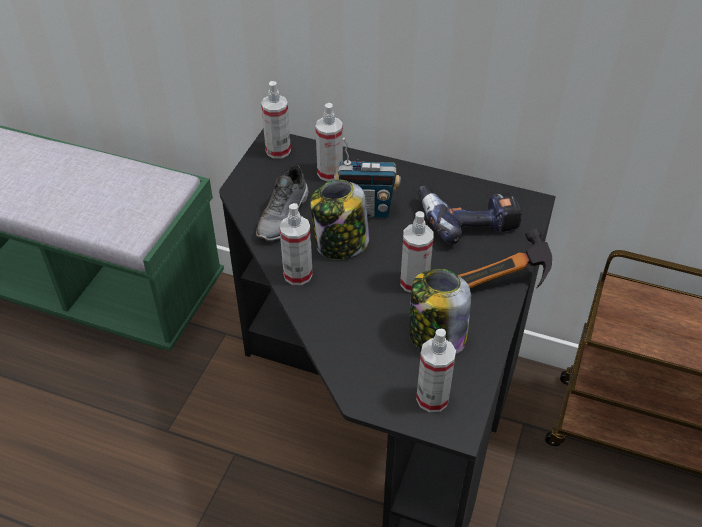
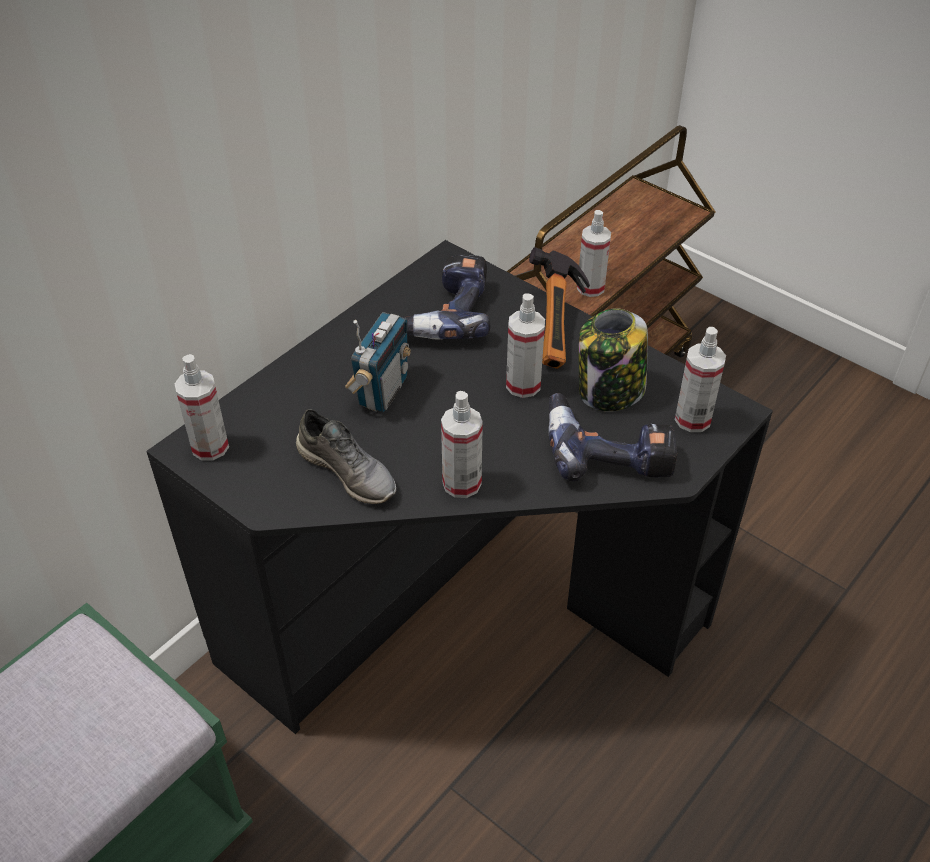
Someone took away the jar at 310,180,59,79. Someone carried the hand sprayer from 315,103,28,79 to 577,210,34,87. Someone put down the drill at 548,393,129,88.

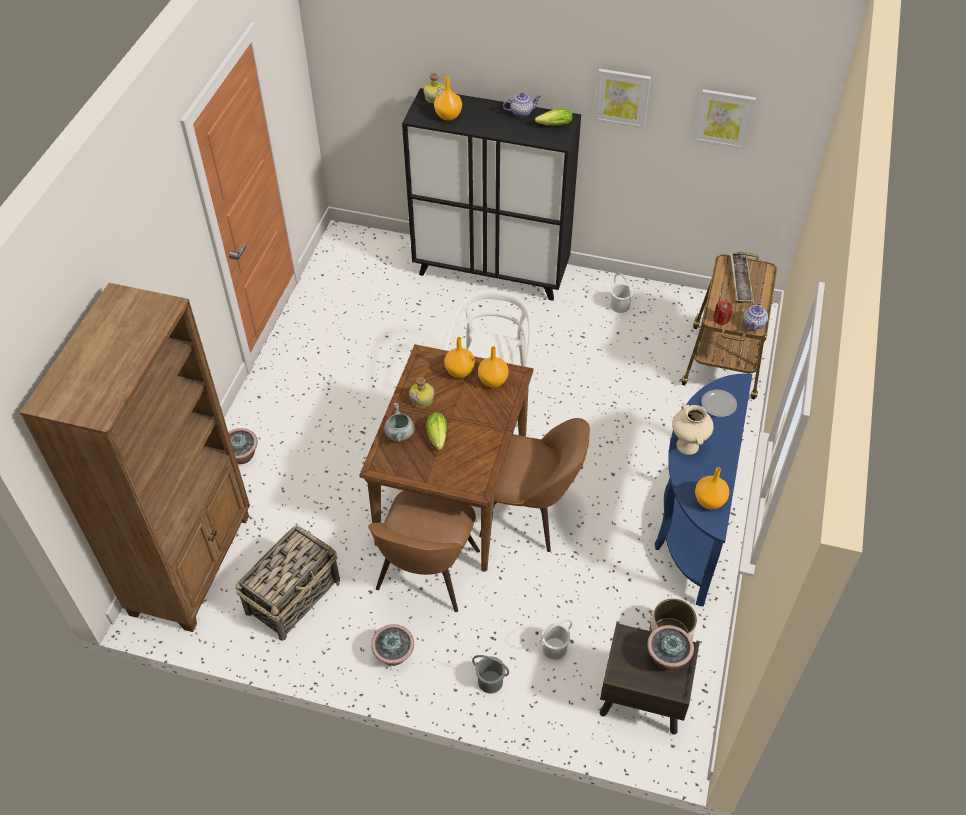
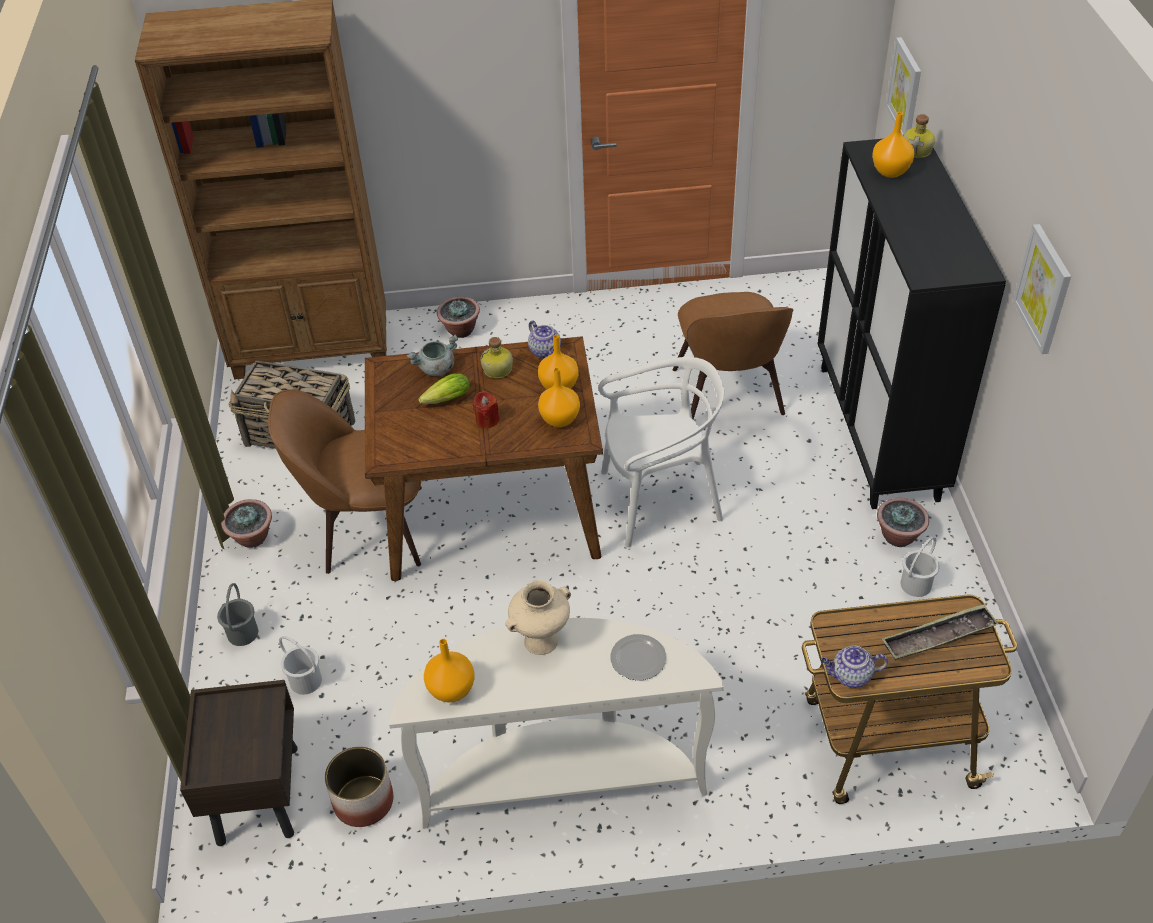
Someone carried the plain chair (brownish) from 479,418,111,134 to 673,292,120,127. Someone carried the teapot from 503,93,38,24 to 528,320,33,38. Someone took away the lettuce at 535,108,38,17. Someone carried the houseplant from 647,625,47,45 to 877,498,52,49. Someone repainted the hall table (bluish) at 655,373,97,234, which became the hall table (white-coloured) at 389,618,335,211. Someone carried the picture from 694,89,62,60 to 886,37,35,98. Someone carried the wax candle (red) from 713,300,20,25 to 473,391,27,37.

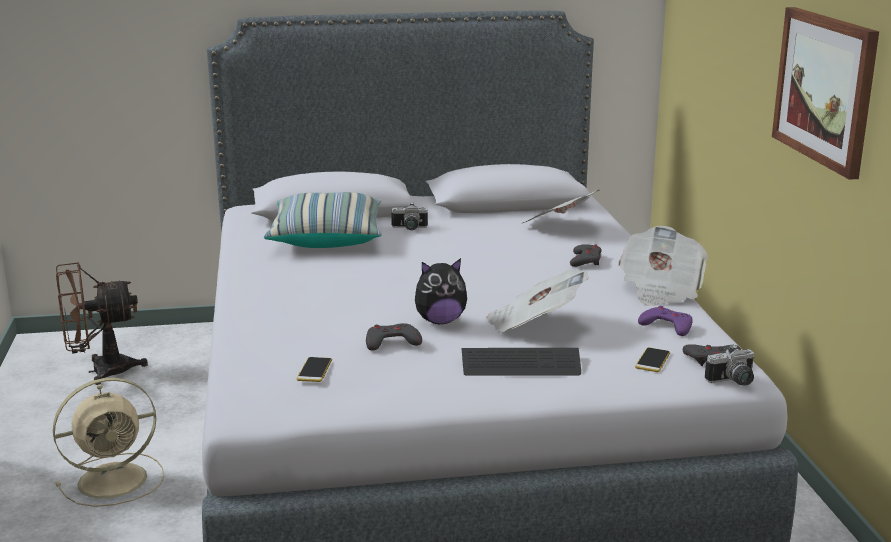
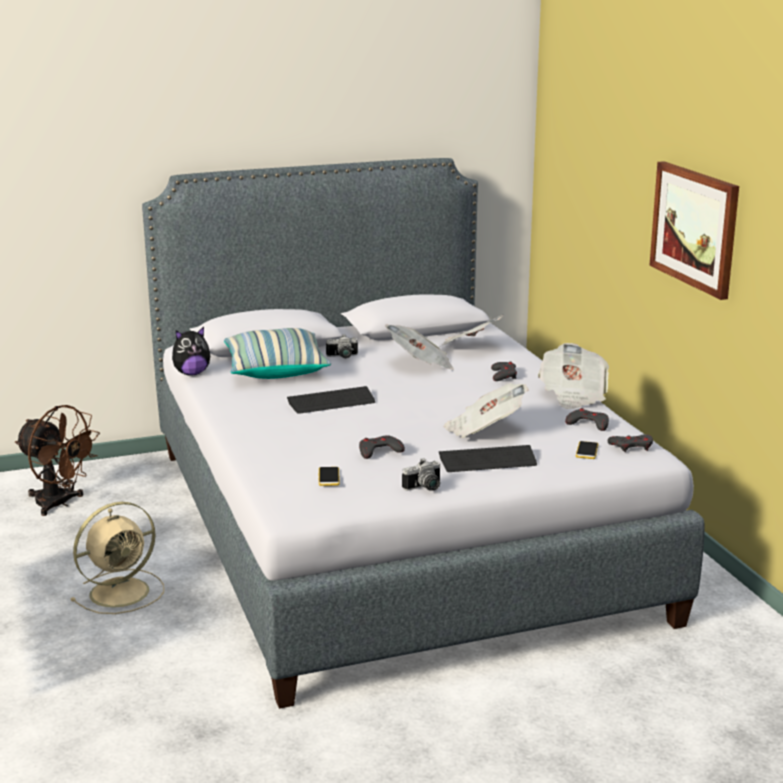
Someone rotated the cooling fan (brownish) at 56,262,92,123 by 120 degrees counterclockwise. Someone carried the cuddly toy from 415,258,52,66 to 172,327,38,49. Someone repainted the gamepad (purple) at 638,306,55,30, which became the gamepad (grey) at 565,408,44,23. Someone carried the still camera from 705,344,49,42 to 402,458,39,33. Someone put down the computer keyboard at 287,386,88,28. Someone put down the printed paper at 385,324,69,46.

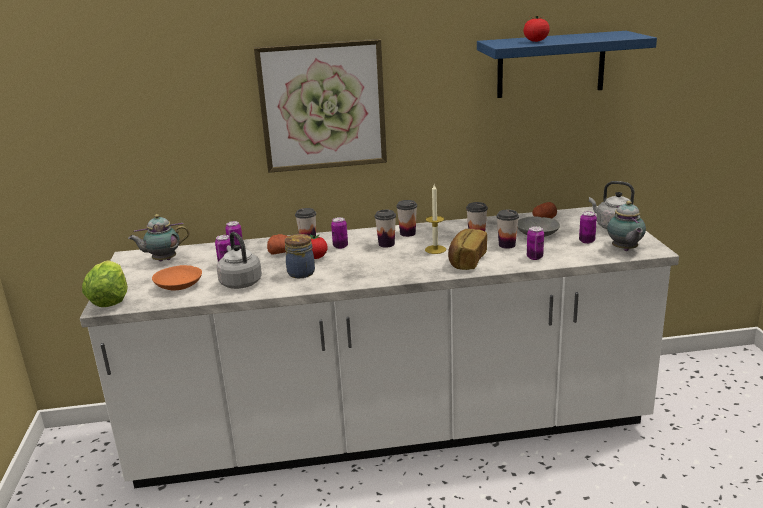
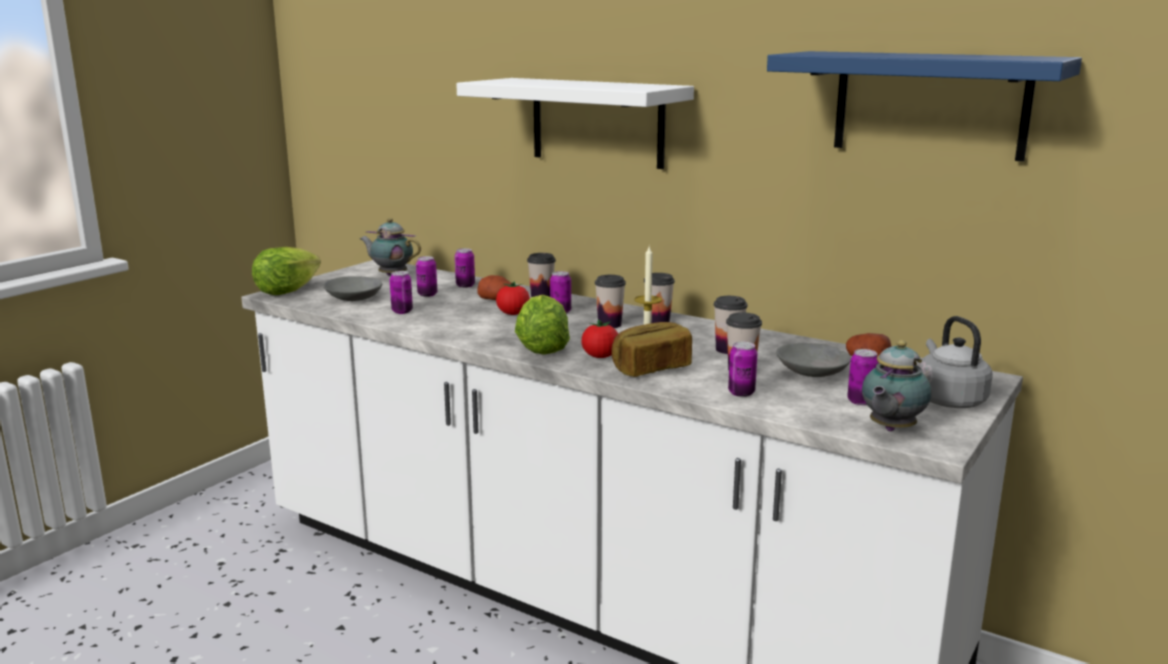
Someone repainted the bowl (orange-coloured) at 152,265,50,25, which became the bowl (grey) at 323,276,59,25. Someone swapped the tea kettle (grey) at 217,232,45,57 for the sealed can at 390,271,23,43. Someone swapped the picture at 254,39,133,134 for the bracket shelf (white-coloured) at 456,78,238,91. Someone took away the jar at 285,234,30,44. Someone carried the fresh tomato from 524,16,26,26 to 581,320,37,38. Someone put down the lettuce at 515,295,55,60.

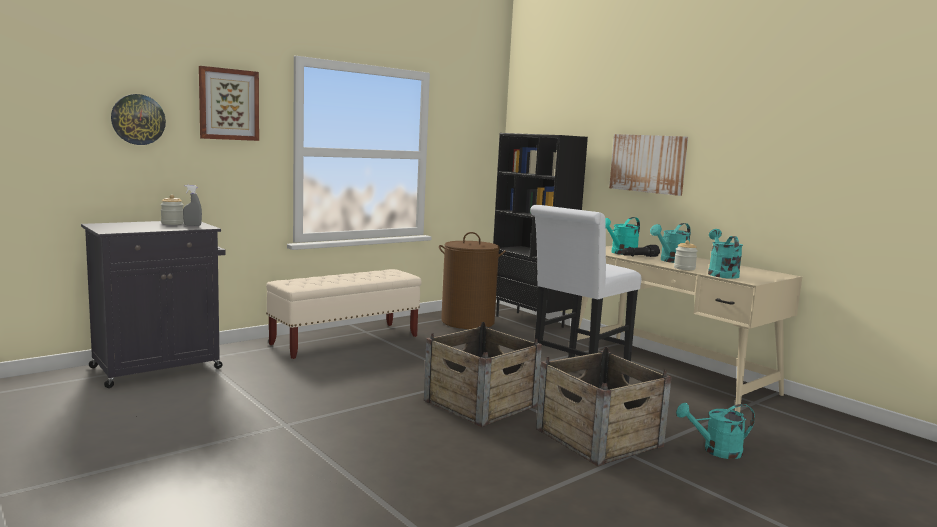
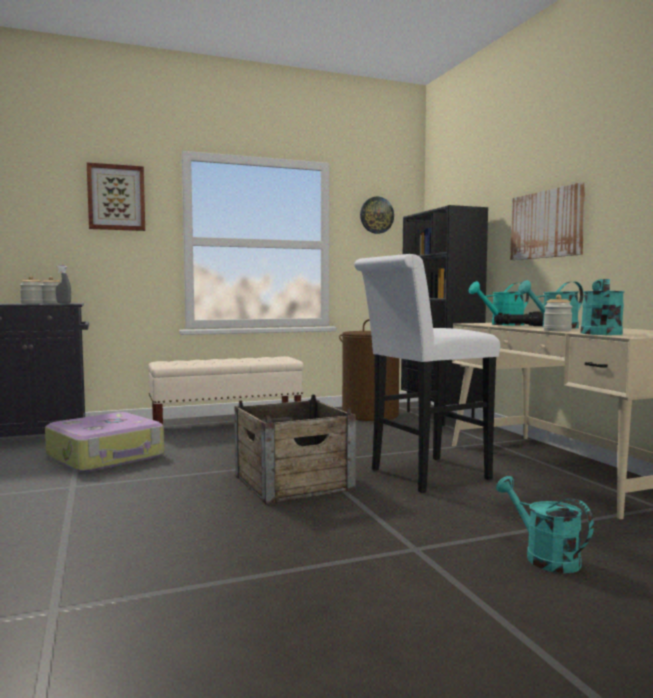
Someone carried the hanging clock from 111,94,55,51 to 360,197,34,37. Someone took away the crate at 536,347,136,119. Someone rotated the watering pot (turquoise-coloured) at 676,403,79,56 by 45 degrees clockwise. Someone put down the jar at 20,276,23,28. Someone put down the suitcase at 45,412,119,60.

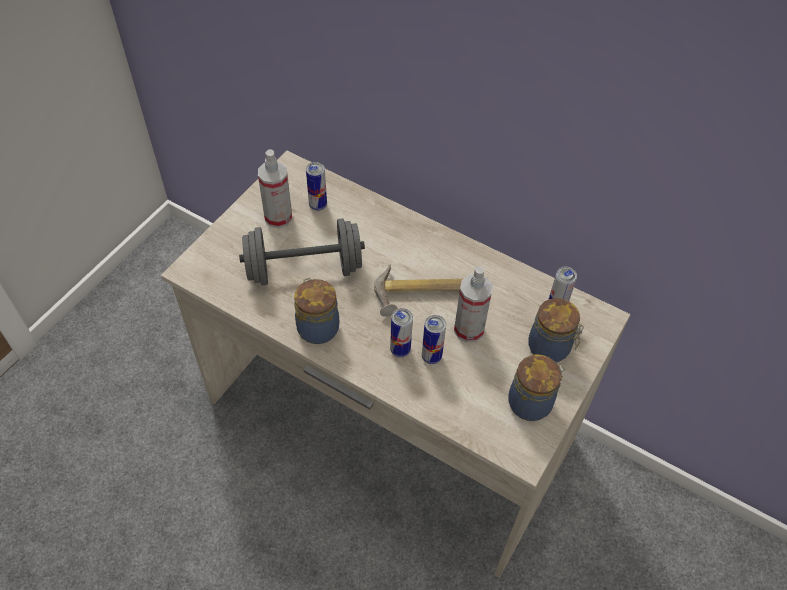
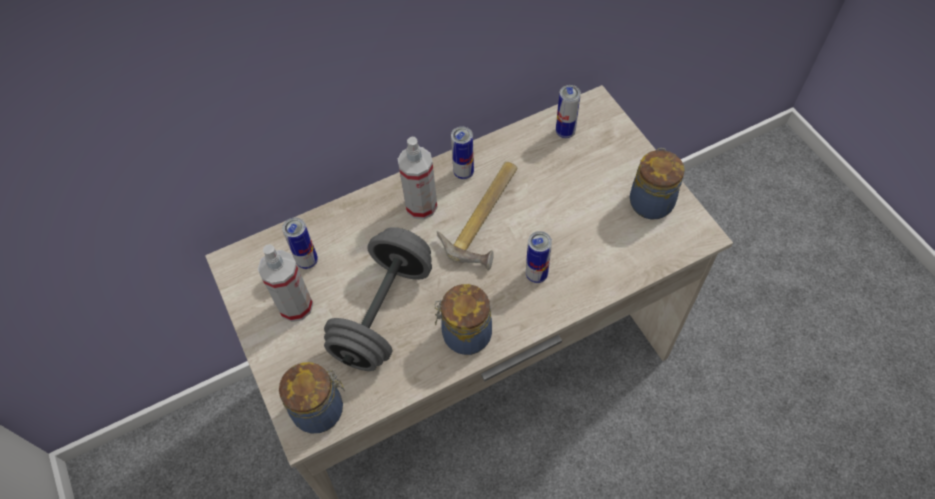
Someone carried the sealed can from 422,315,24,49 to 451,126,23,53. Someone carried the hand sprayer from 454,266,39,76 to 398,137,40,82. Someone carried the jar from 528,298,56,64 to 279,362,66,71.

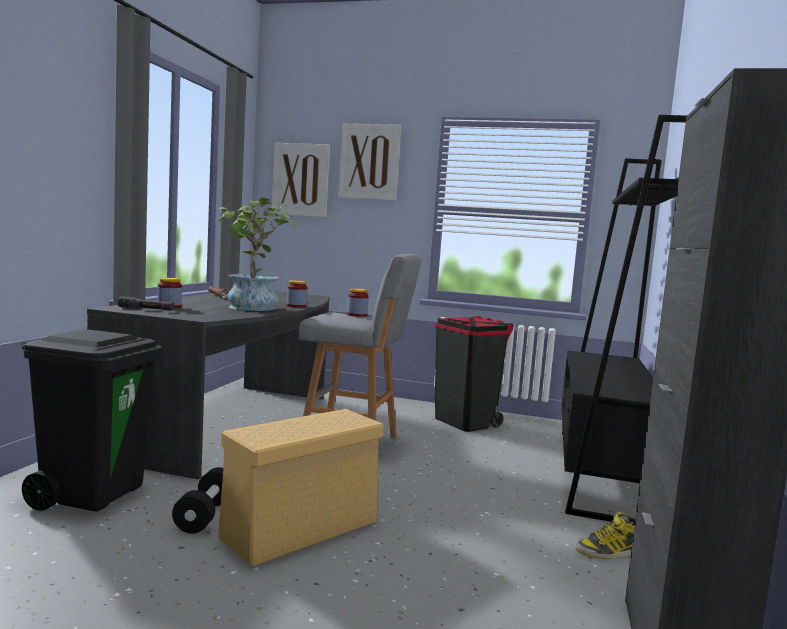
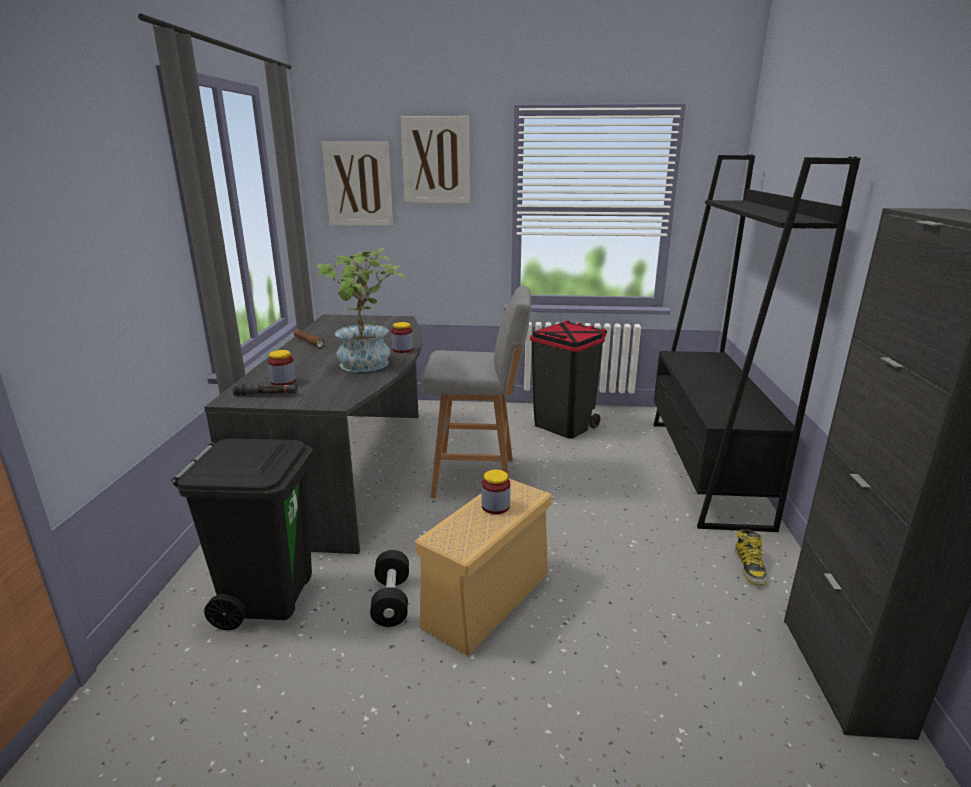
Someone carried the jar from 347,288,22,29 to 482,469,28,45. Someone rotated the boot at 575,512,60,47 by 60 degrees counterclockwise.

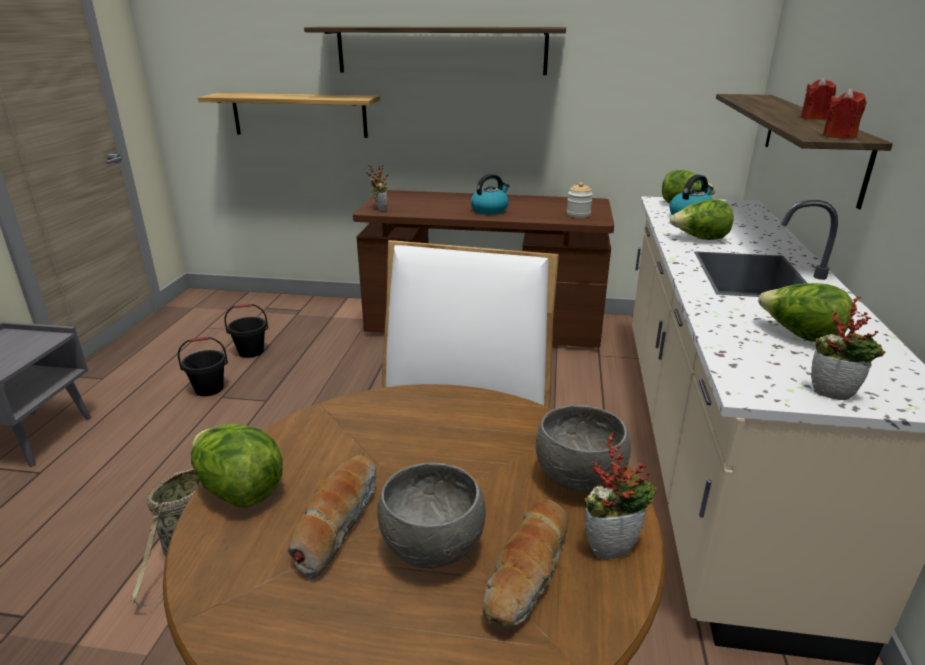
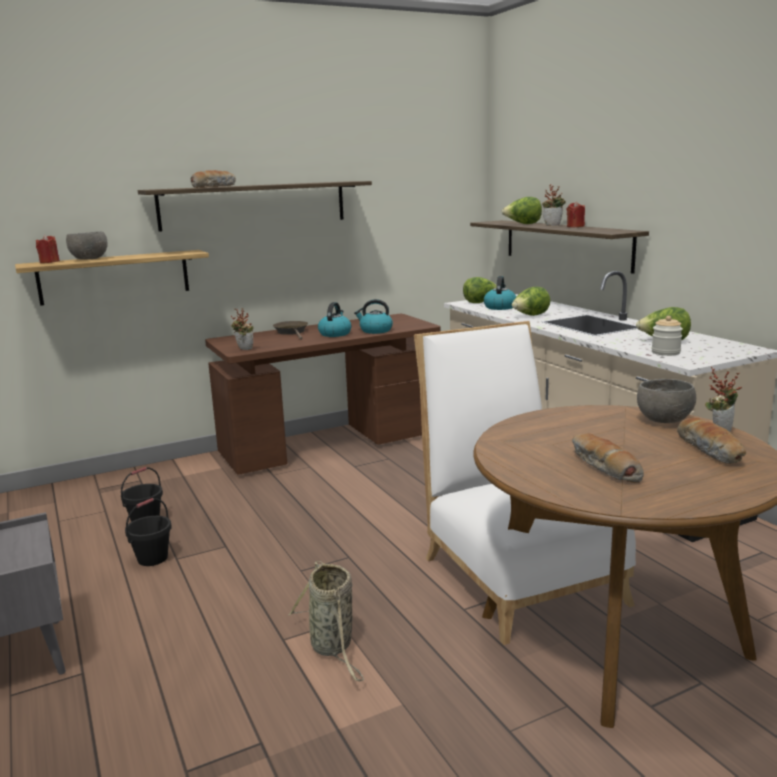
Someone carried the lettuce from 191,424,92,83 to 502,197,40,27. Someone carried the bowl (grey) from 377,463,109,106 to 66,231,42,28. Someone carried the jar from 567,182,26,36 to 652,316,31,40. Someone carried the houseplant from 811,296,74,104 to 542,184,24,42. Someone carried the wax candle (red) from 823,89,43,49 to 36,235,24,28. Someone put down the baked bread at 190,170,46,18. Someone put down the skillet (brownish) at 273,321,35,19. Someone put down the tea kettle at 354,299,39,35.

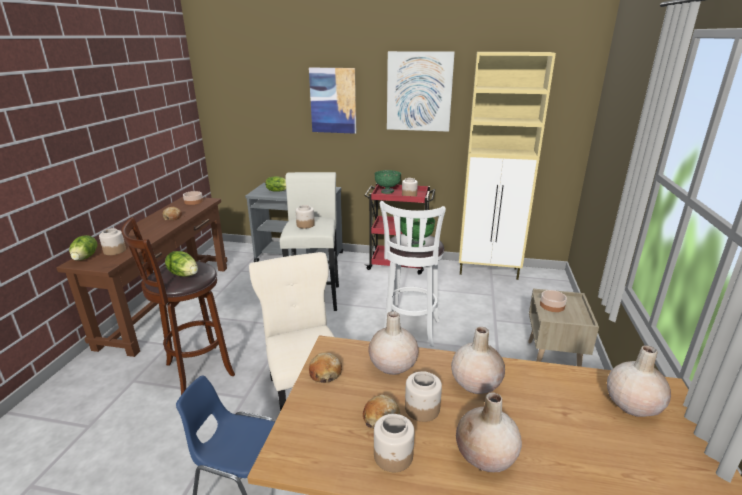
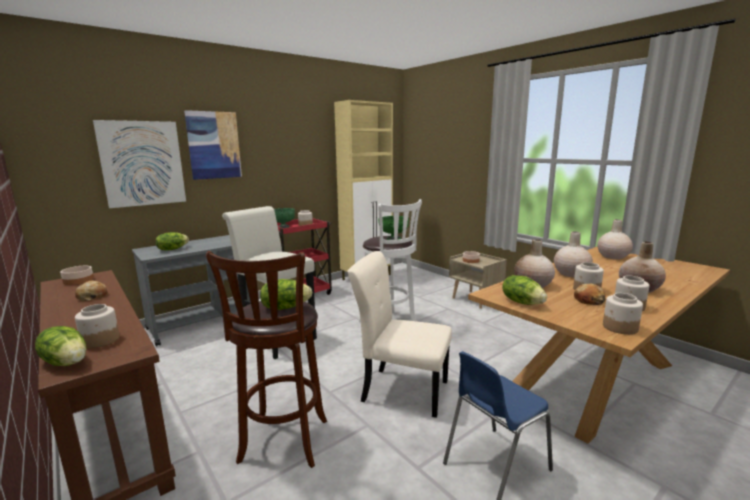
Someone carried the jar from 295,205,20,24 to 603,293,40,42. Someone swapped the baked bread at 309,352,33,31 for the lettuce at 502,275,45,30. Someone carried the picture from 387,51,68,81 to 93,120,93,88.

